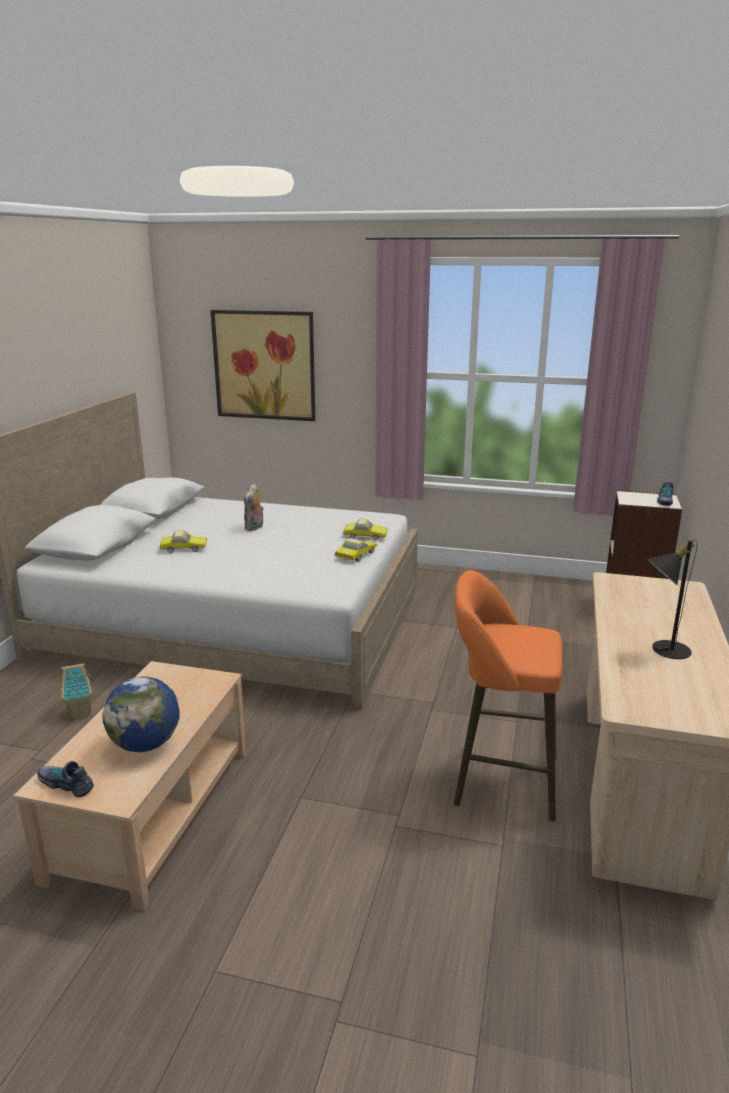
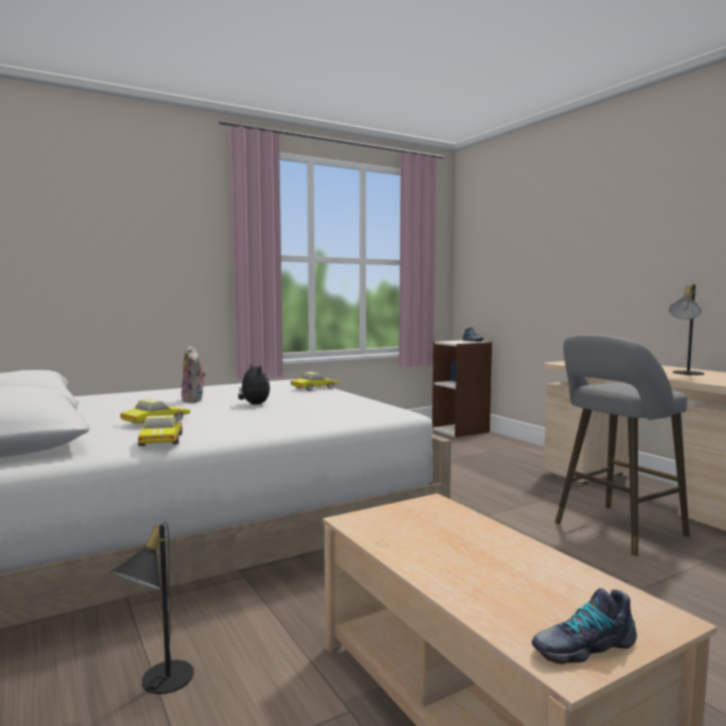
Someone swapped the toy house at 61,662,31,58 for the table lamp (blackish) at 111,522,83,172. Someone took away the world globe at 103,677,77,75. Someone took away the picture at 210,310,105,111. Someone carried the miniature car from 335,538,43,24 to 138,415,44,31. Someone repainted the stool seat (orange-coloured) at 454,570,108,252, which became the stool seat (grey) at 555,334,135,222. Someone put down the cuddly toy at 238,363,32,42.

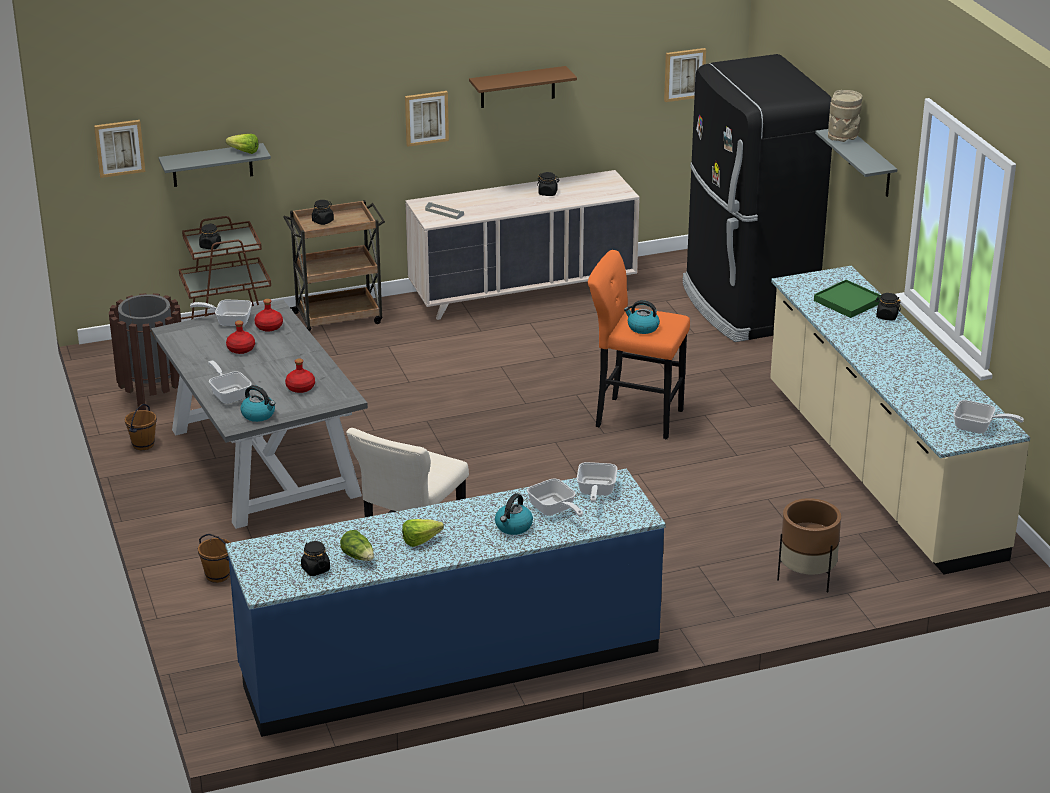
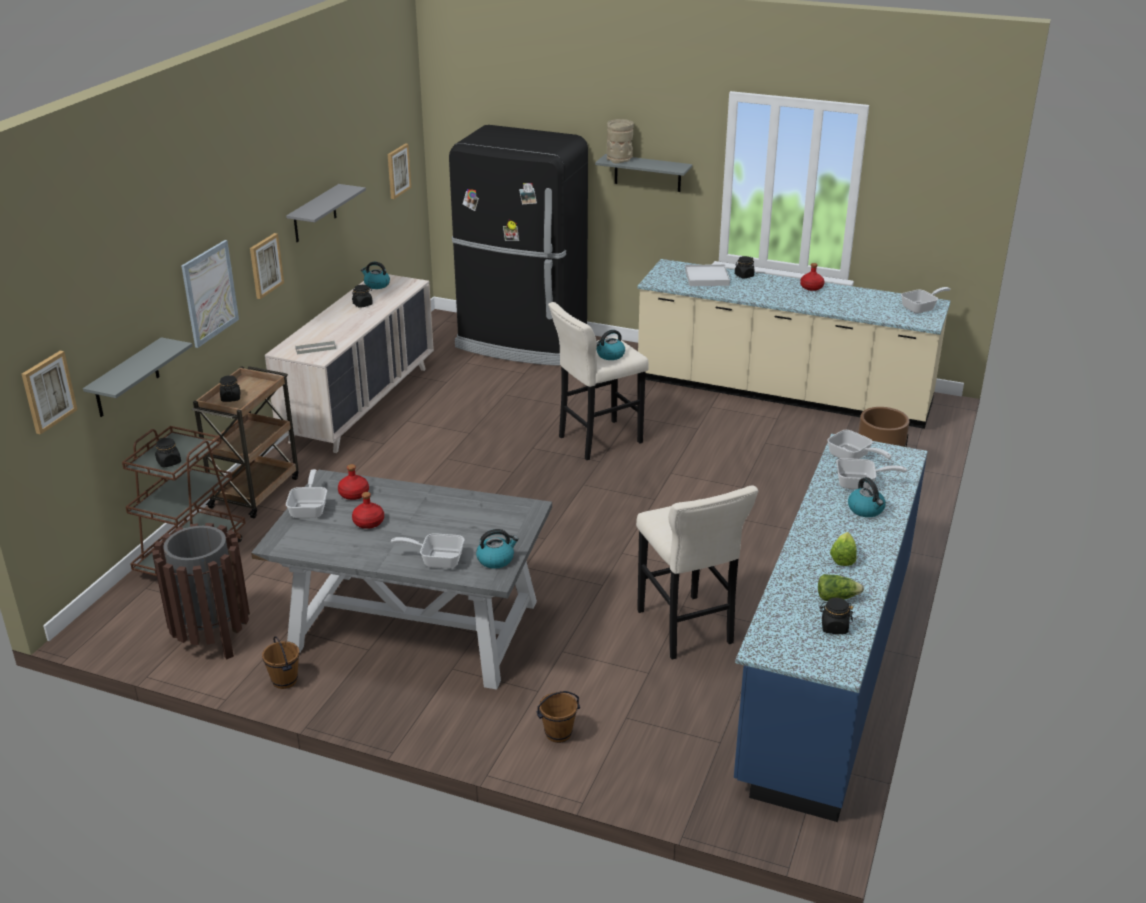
Someone rotated the skillet at 190,300,62,26 by 135 degrees clockwise. Someone took away the lettuce at 226,134,33,20. Someone carried the drink bottle (red) from 285,358,30,35 to 800,263,24,28. Someone repainted the bracket shelf (brownish) at 469,66,108,42, which became the bracket shelf (grey) at 286,184,80,59. Someone repainted the stool seat (orange-coloured) at 588,250,102,189, which became the stool seat (sand-coloured) at 548,302,101,158. Someone repainted the carrying tray (greenish) at 814,280,67,38, which became the carrying tray (white-coloured) at 685,264,45,22. Someone put up the picture at 181,240,58,108. Someone put down the tea kettle at 361,262,29,27.

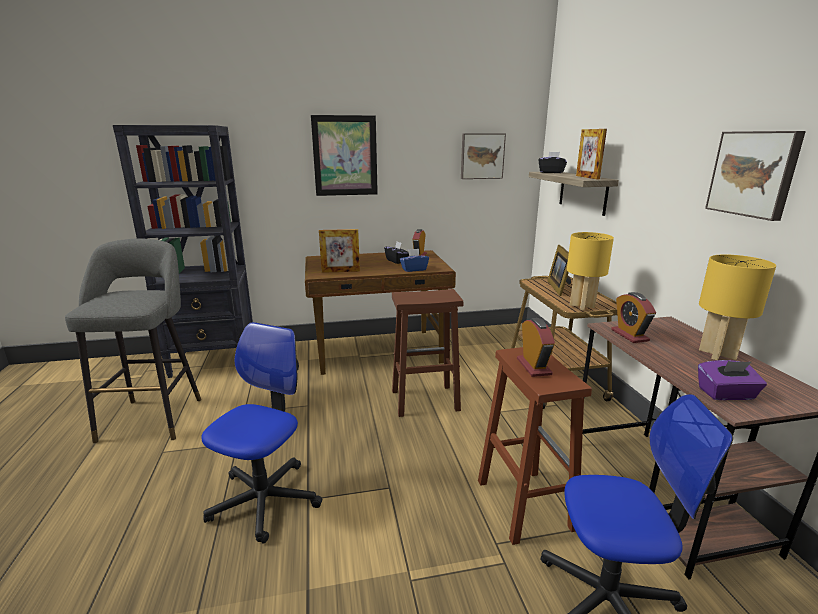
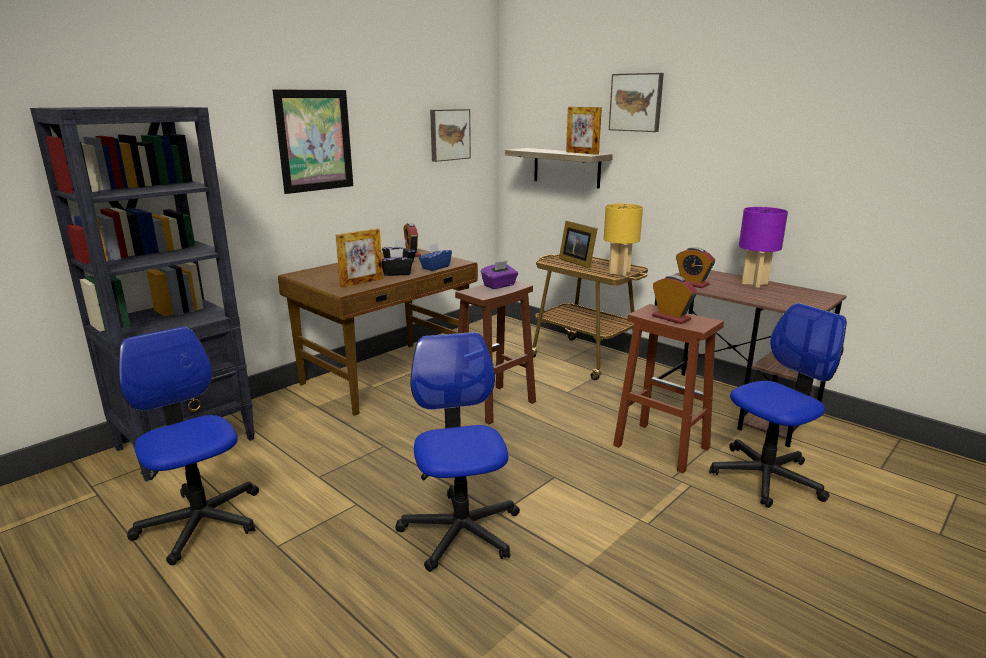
Someone swapped the stool seat (grey) at 65,239,136,204 for the computer chair at 118,327,141,238. Someone carried the tissue holder (blackish) from 538,152,29,21 to 382,249,31,27. Someone carried the tissue holder (purple) from 698,360,69,40 to 481,261,37,28. Someone repainted the table lamp (yellowish) at 699,254,77,106, which became the table lamp (purple) at 739,207,49,81. Someone carried the picture from 705,131,101,90 to 609,73,55,59.

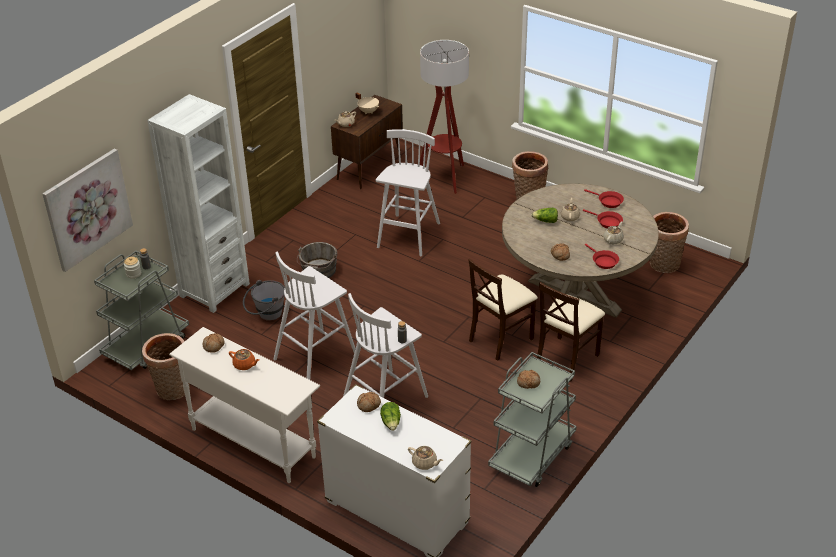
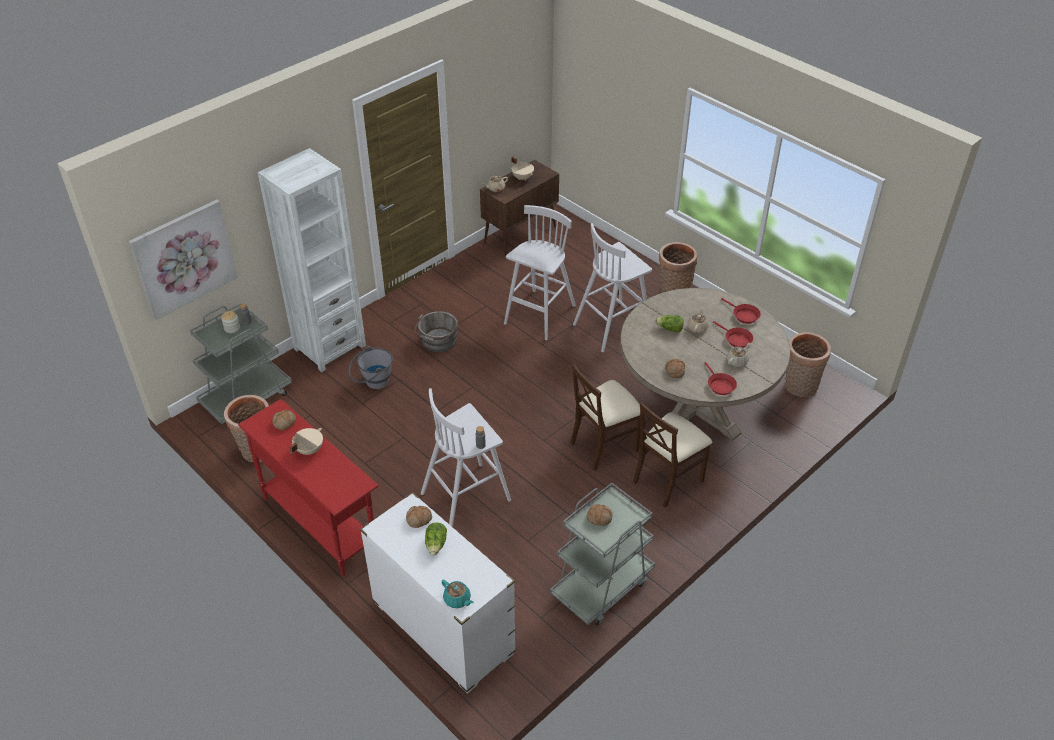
Someone repainted the hall table (white-coloured) at 169,327,151,156, which became the hall table (red) at 238,399,141,176. Someone swapped the teapot (orange-coloured) at 229,349,30,21 for the cooking pot (sand-coloured) at 289,428,34,27. Someone carried the stool seat (white-coloured) from 273,251,83,129 to 573,223,79,129. Someone repainted the teapot (sand-coloured) at 408,446,35,24, which became the teapot (turquoise-coloured) at 441,580,33,28. Someone took away the standard lamp at 420,40,49,154.

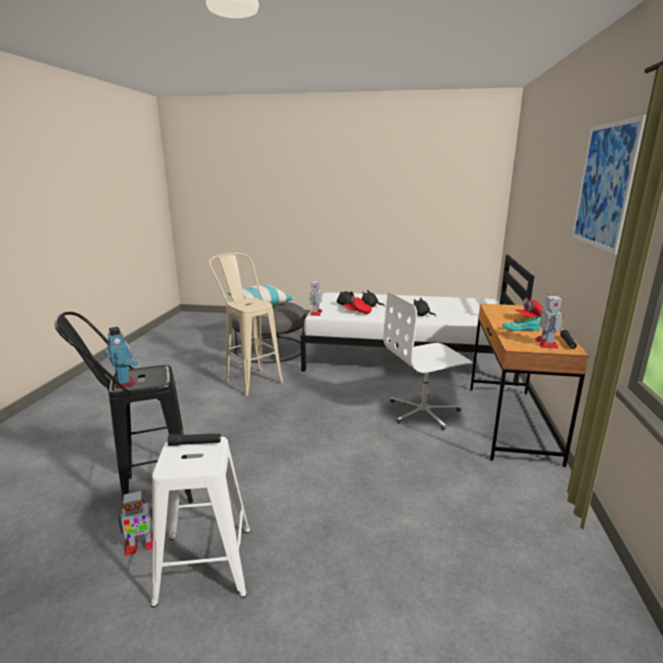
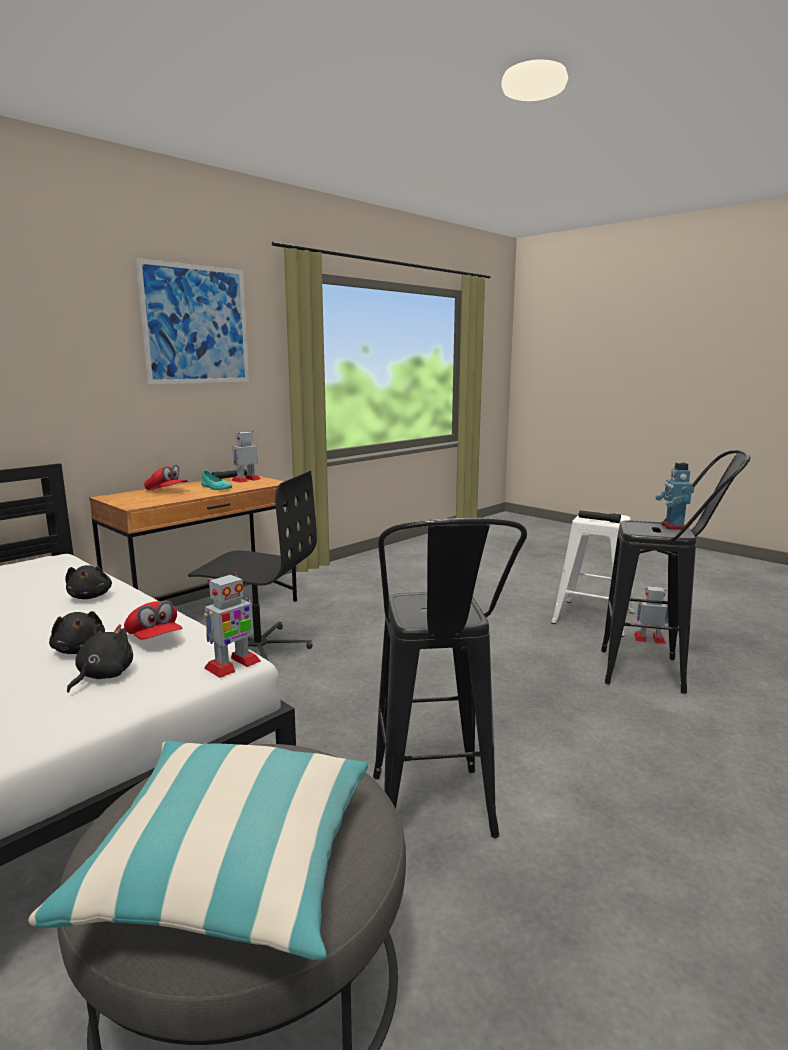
Someone repainted the stool seat (sand-coloured) at 209,253,74,143, which became the stool seat (blackish) at 373,518,154,320. Someone repainted the computer chair (white-coloured) at 383,292,90,138, which became the computer chair (blackish) at 188,471,129,190.

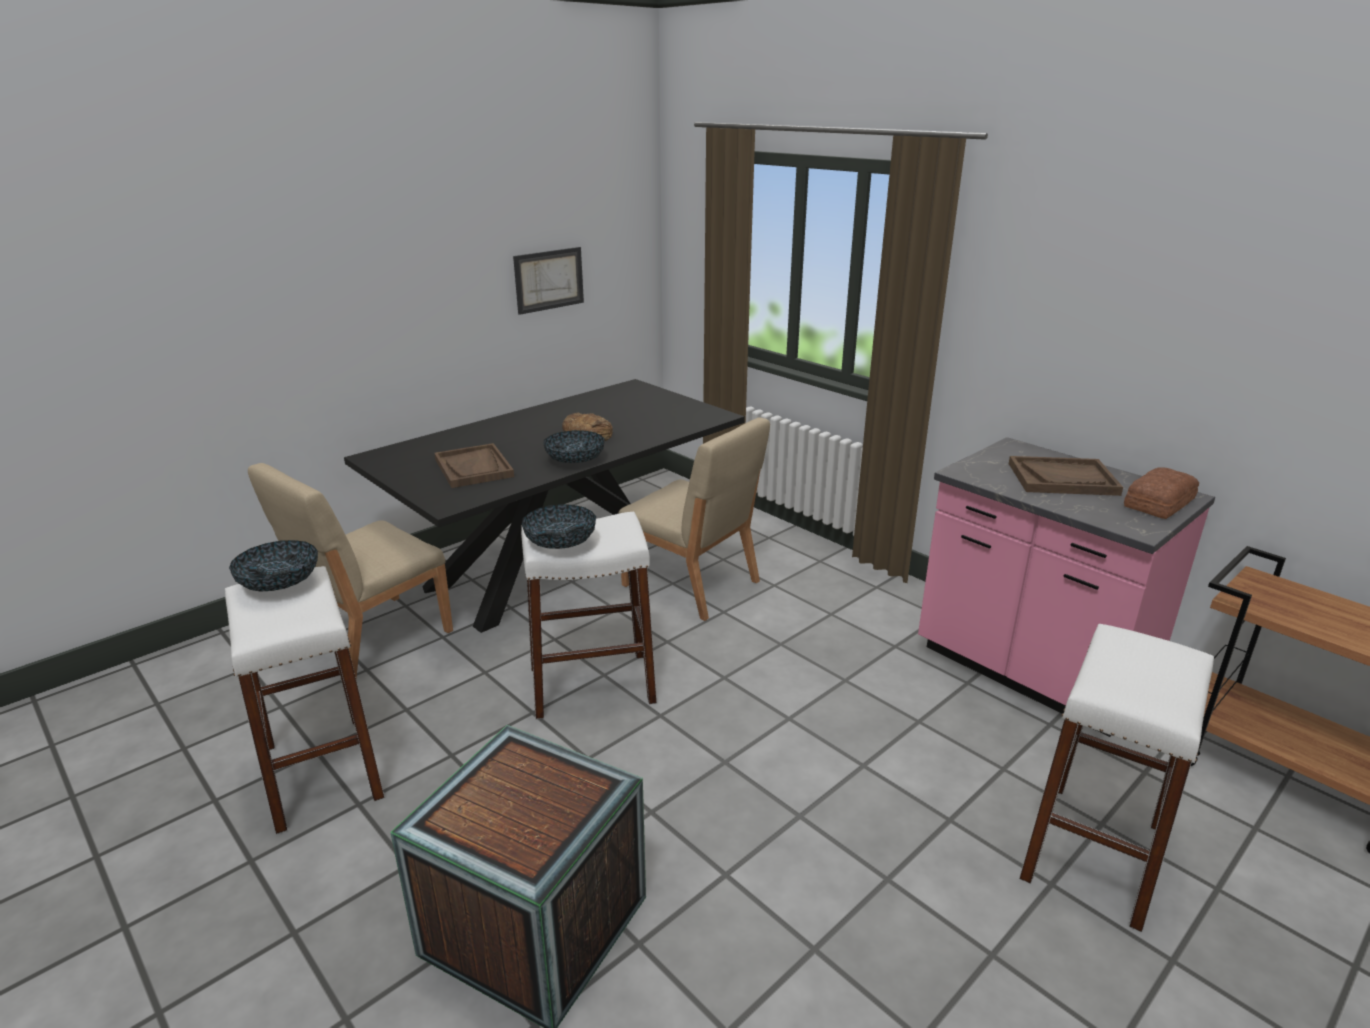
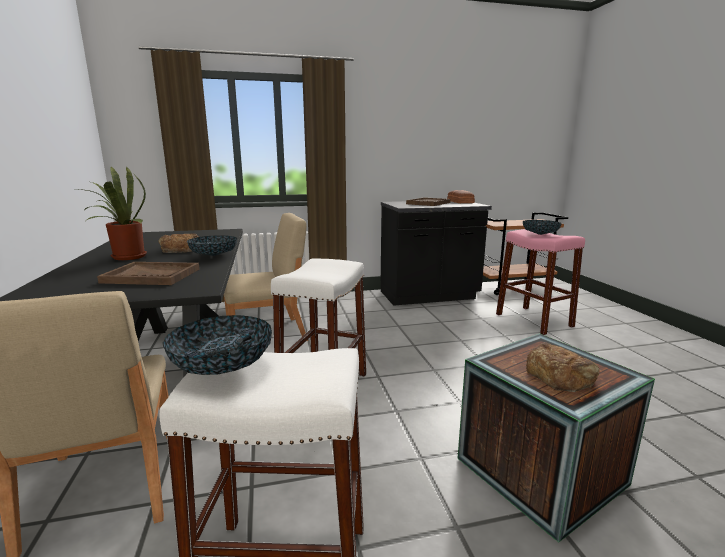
Someone took away the picture at 513,247,71,68. Someone carried the bowl from 522,504,74,45 to 523,220,39,15. Someone repainted the kitchen counter (pink-coloured) at 918,437,297,300, which became the kitchen counter (blackish) at 381,201,111,105. Someone repainted the stool seat (white-coloured) at 1019,624,195,308, which became the stool seat (pink-coloured) at 496,229,89,106. Someone put down the houseplant at 76,166,71,94. Someone put down the baked bread at 526,342,74,50.

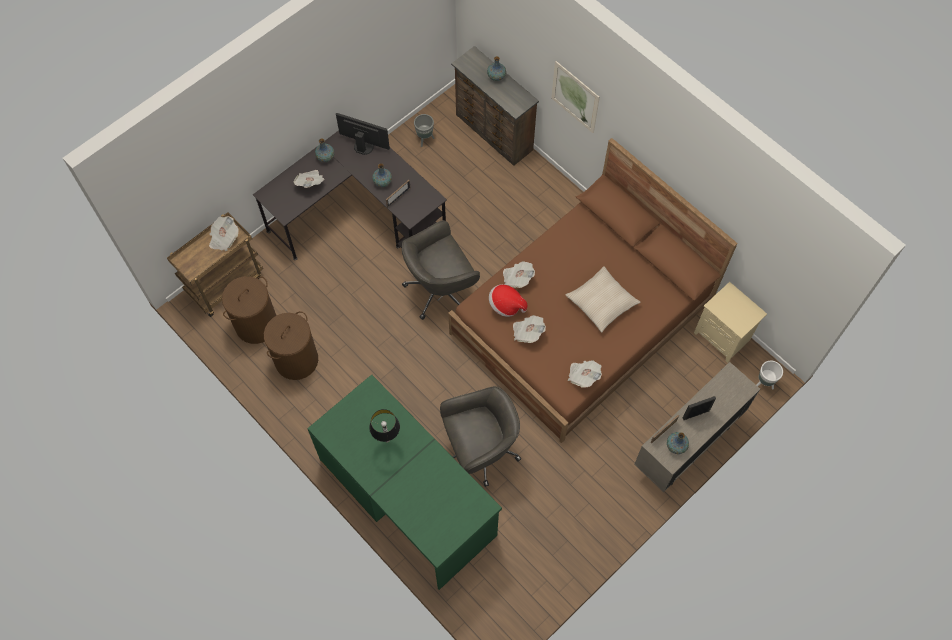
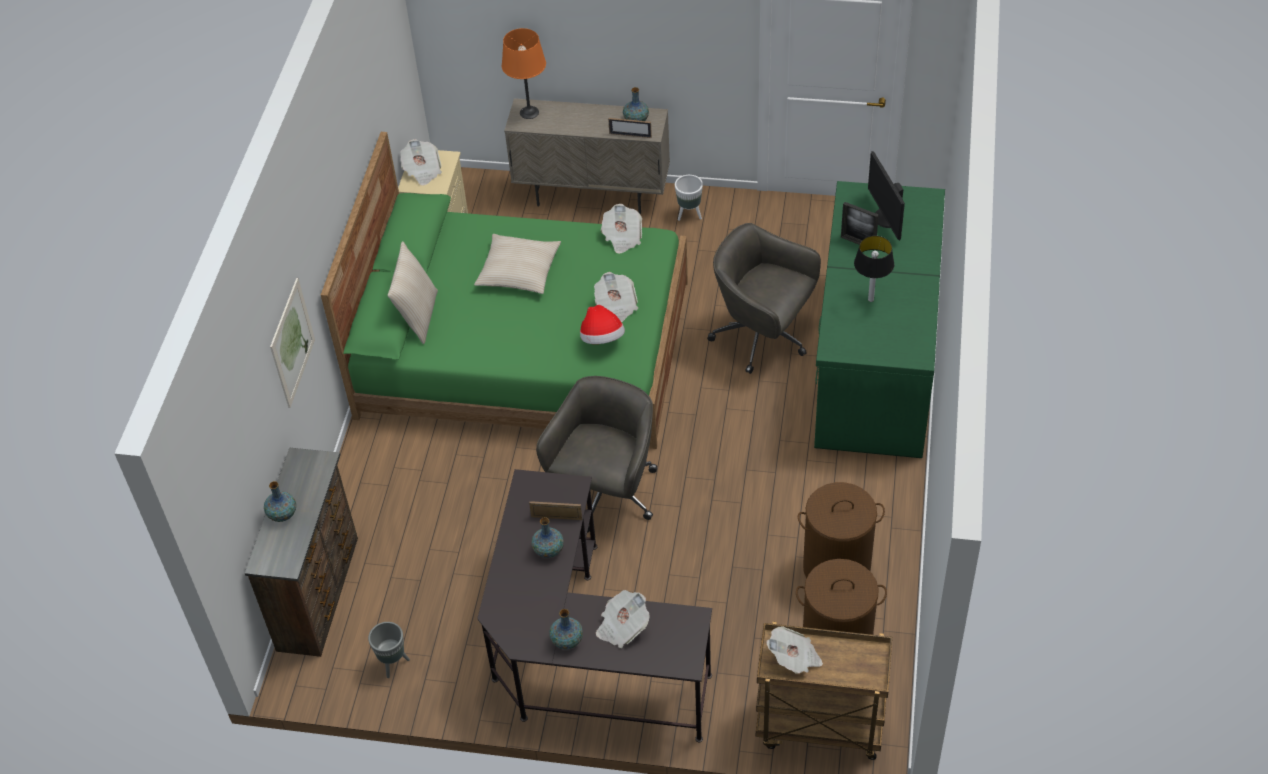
Someone carried the monitor from 336,113,54,42 to 868,151,37,89. Someone rotated the computer chair (grey) at 402,220,78,100 by 90 degrees counterclockwise. Someone repainted the sleeping bed (brownish) at 448,138,290,305, which became the sleeping bed (greenish) at 321,132,367,317. Someone carried the printed paper from 503,261,32,27 to 400,139,42,47. Someone carried the standing frame from 683,396,33,24 to 841,202,38,43. Someone carried the plant pot (white-coloured) from 757,361,26,28 to 675,175,28,46. Someone put down the cushion (sand-coloured) at 388,241,50,103. Someone put down the table lamp (orange-coloured) at 502,28,44,91.

